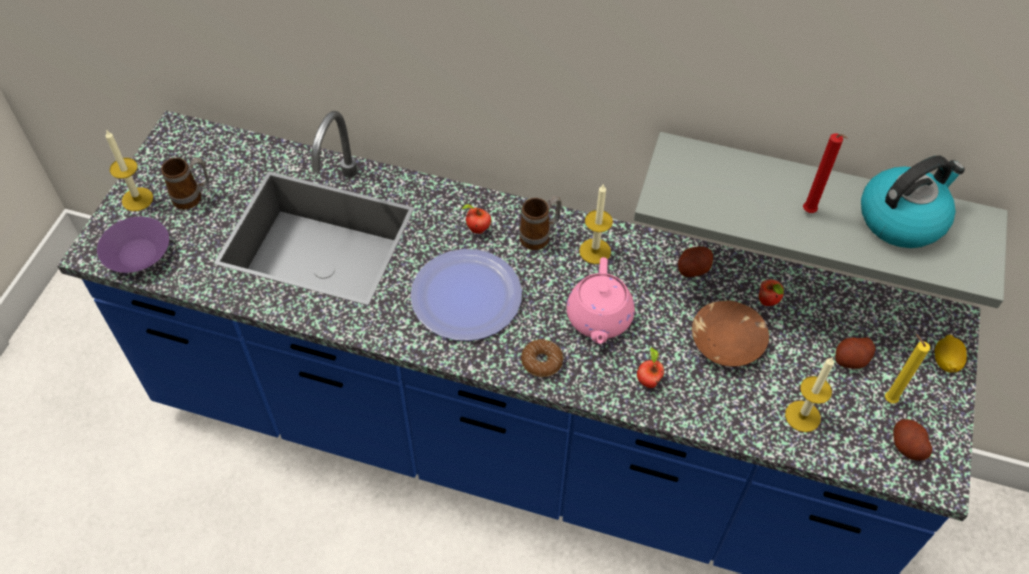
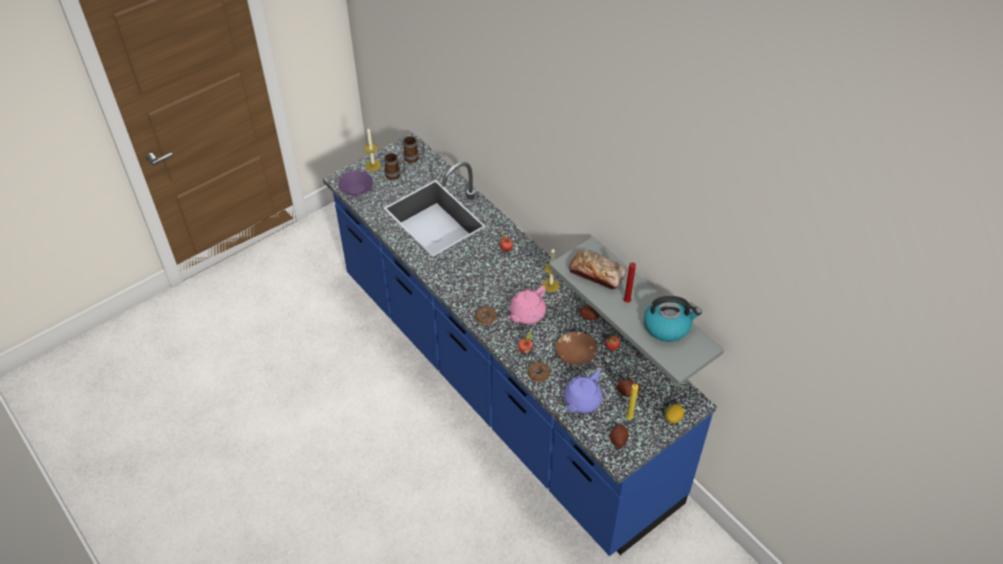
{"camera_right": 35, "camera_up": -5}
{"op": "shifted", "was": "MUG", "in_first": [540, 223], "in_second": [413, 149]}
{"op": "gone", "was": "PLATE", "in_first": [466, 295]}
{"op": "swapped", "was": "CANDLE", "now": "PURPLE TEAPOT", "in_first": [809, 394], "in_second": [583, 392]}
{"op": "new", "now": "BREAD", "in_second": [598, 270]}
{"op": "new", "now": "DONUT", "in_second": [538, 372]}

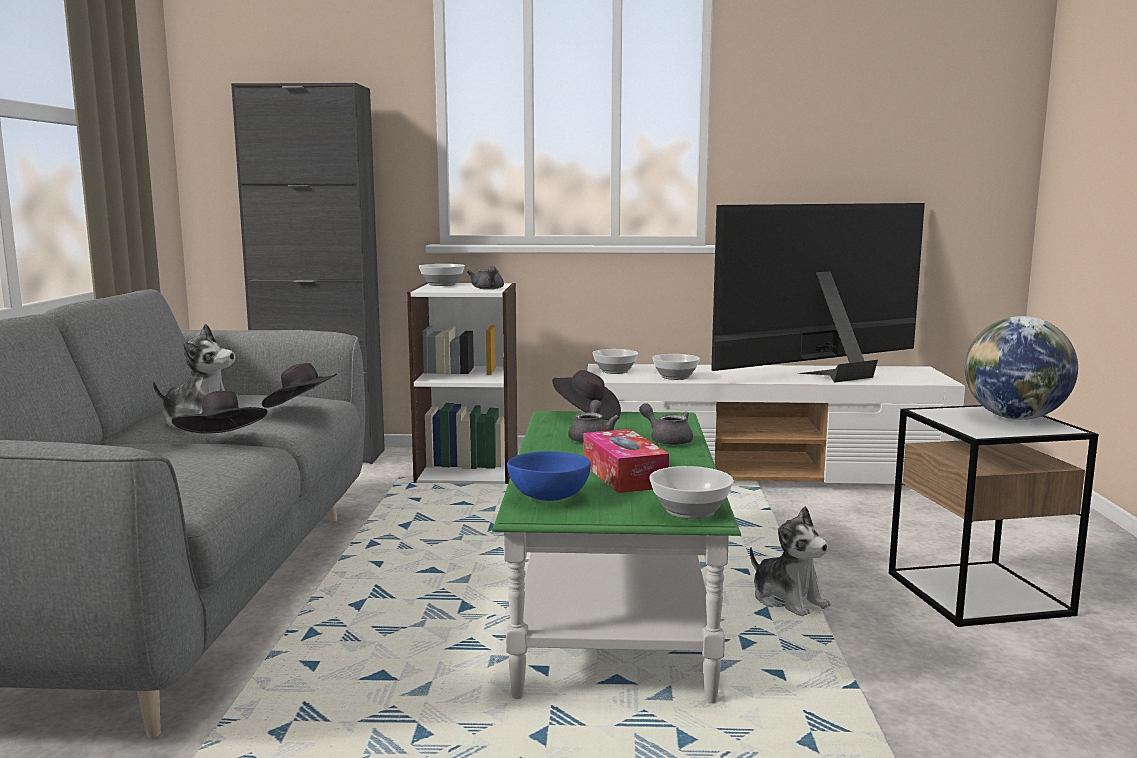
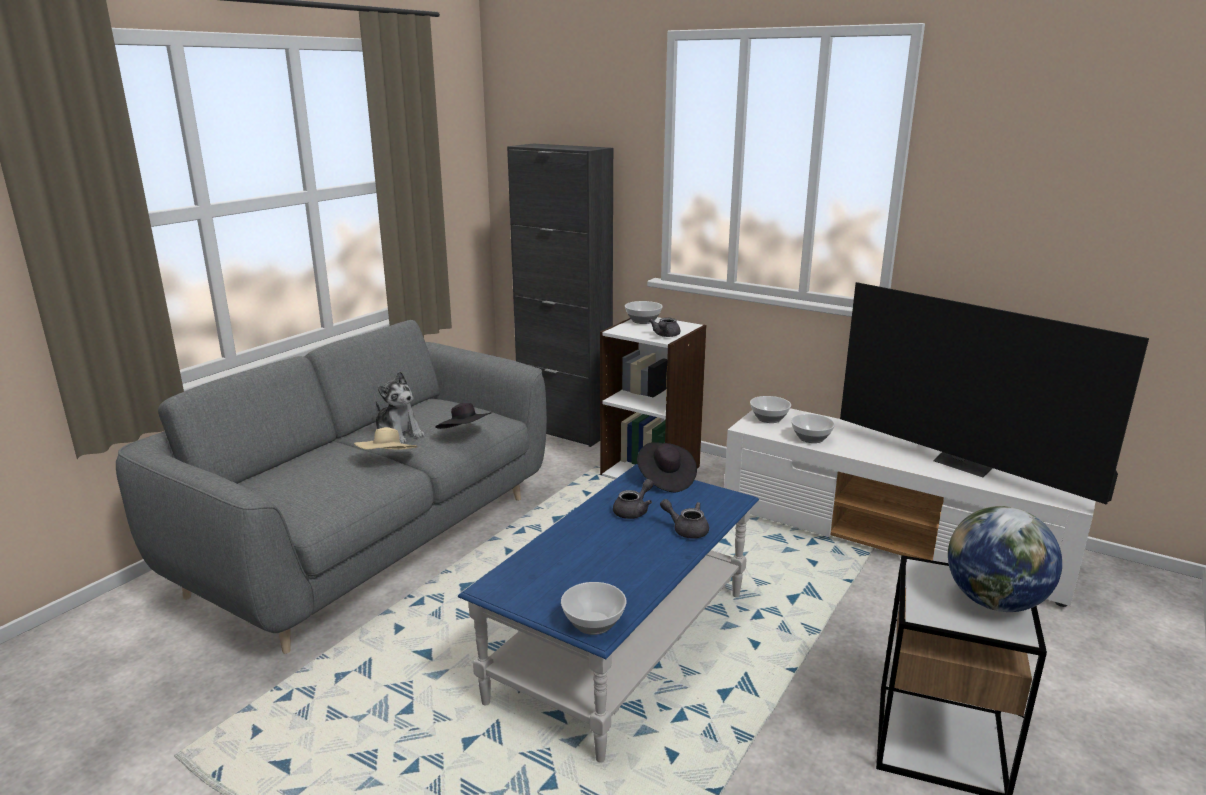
{"camera_right": 30, "camera_up": 10}
{"op": "rotated", "was": "TELEVISION", "in_first": [818, 293], "in_second": [994, 393], "clockwise": -135}
{"op": "repainted", "was": "BLACK HAT", "now": "BEIGE HAT", "in_first": [219, 412], "in_second": [386, 438]}
{"op": "rotated", "was": "GREY TEAPOT", "in_first": [666, 424], "in_second": [684, 518], "clockwise": -45}
{"op": "repainted", "was": "GREEN COFFEE TABLE", "now": "BLUE COFFEE TABLE", "in_first": [616, 557], "in_second": [608, 613]}
{"op": "gone", "was": "TISSUE BOX", "in_first": [626, 461]}
{"op": "gone", "was": "BLUE BOWL", "in_first": [549, 476]}
{"op": "gone", "was": "PLUSH TOY", "in_first": [790, 561]}

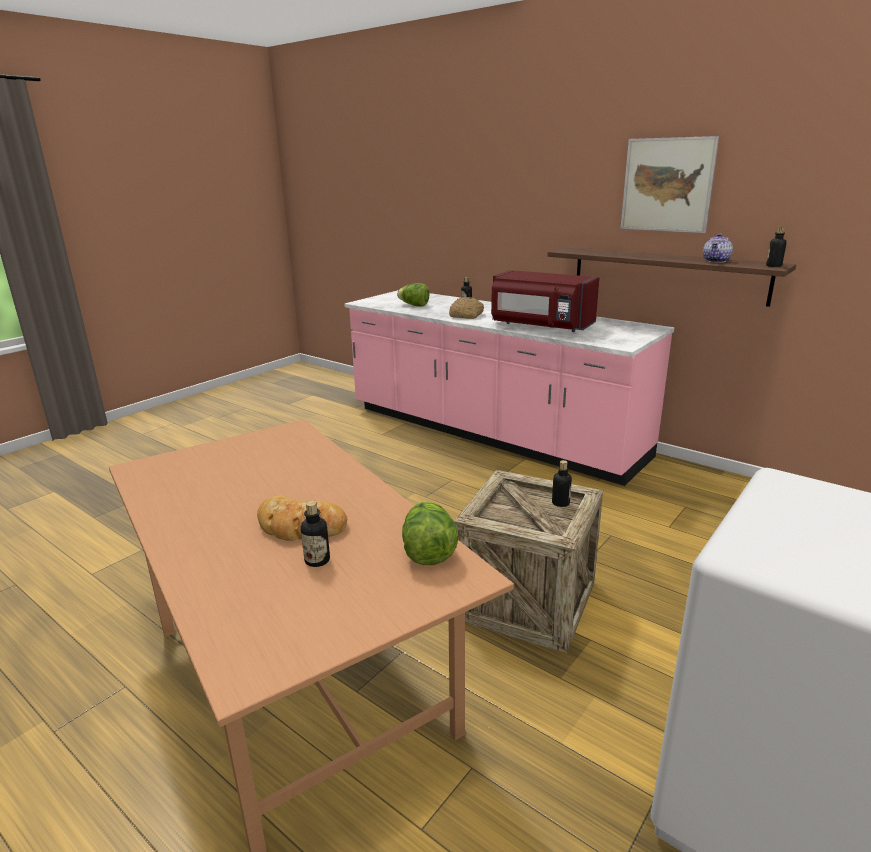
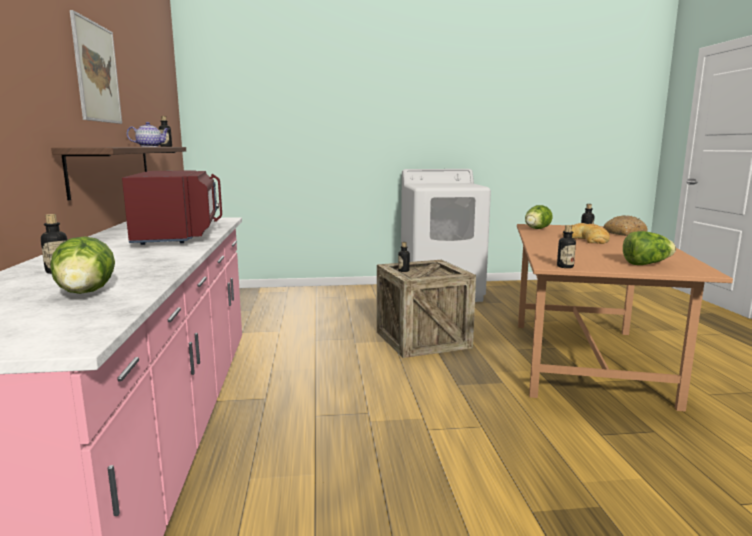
{"camera_right": -135, "camera_up": -10}
{"op": "shifted", "was": "BREAD", "in_first": [466, 308], "in_second": [625, 225]}
{"op": "new", "now": "BOTTLE", "in_second": [566, 246]}
{"op": "new", "now": "LETTUCE", "in_second": [649, 248]}

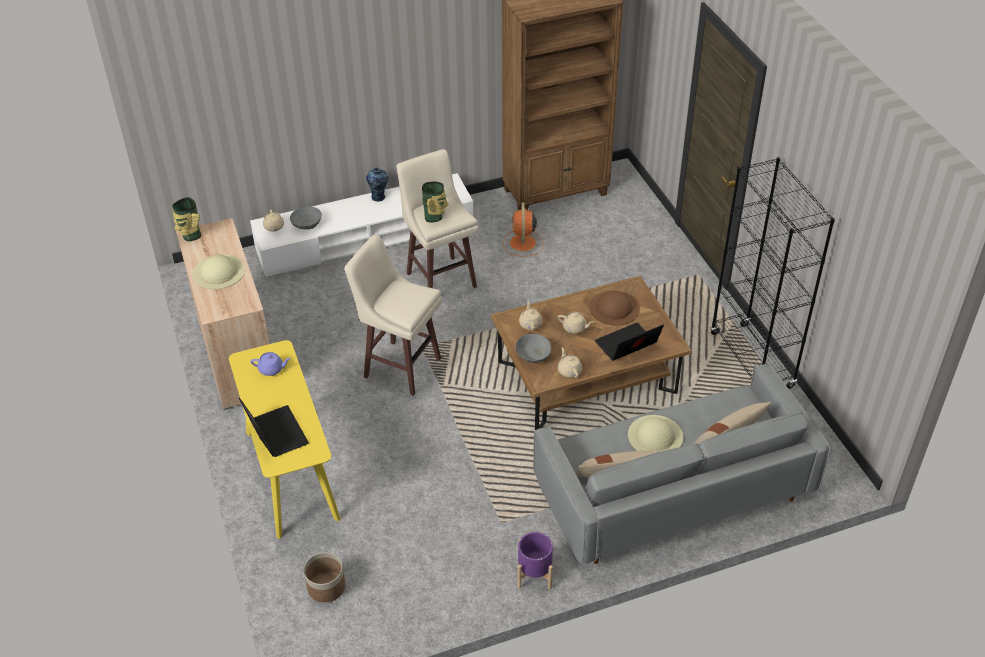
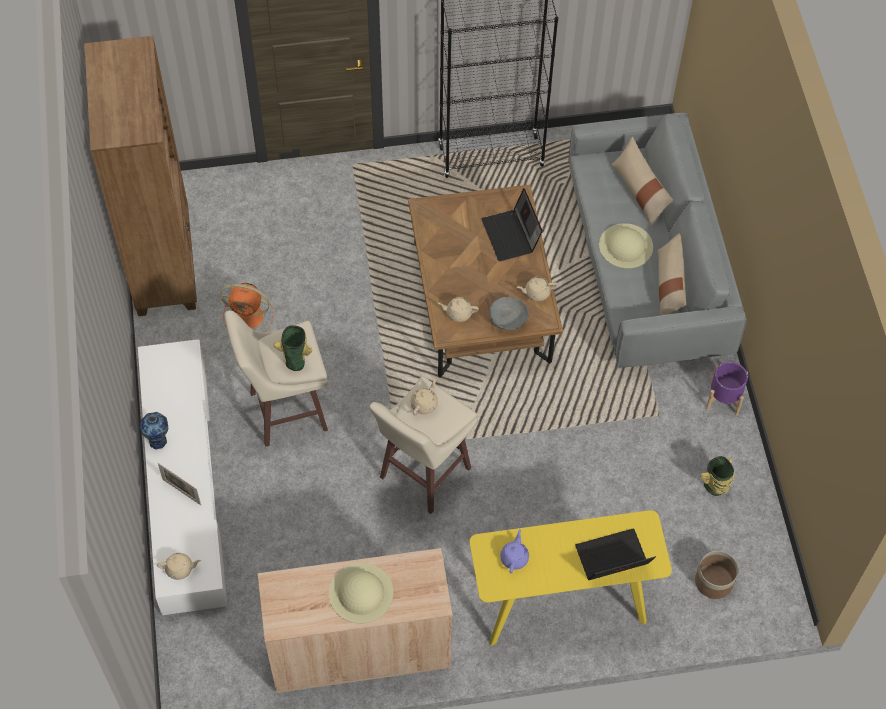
{"camera_right": -80, "camera_up": 15}
{"op": "shifted", "was": "VASE", "in_first": [186, 219], "in_second": [717, 476]}
{"op": "gone", "was": "GREY BOWL", "in_first": [306, 218]}
{"op": "gone", "was": "BROWN HAT", "in_first": [614, 308]}
{"op": "shifted", "was": "BEIGE TEAPOT", "in_first": [576, 323], "in_second": [424, 397]}
{"op": "new", "now": "PICTURE FRAME", "in_second": [179, 484]}

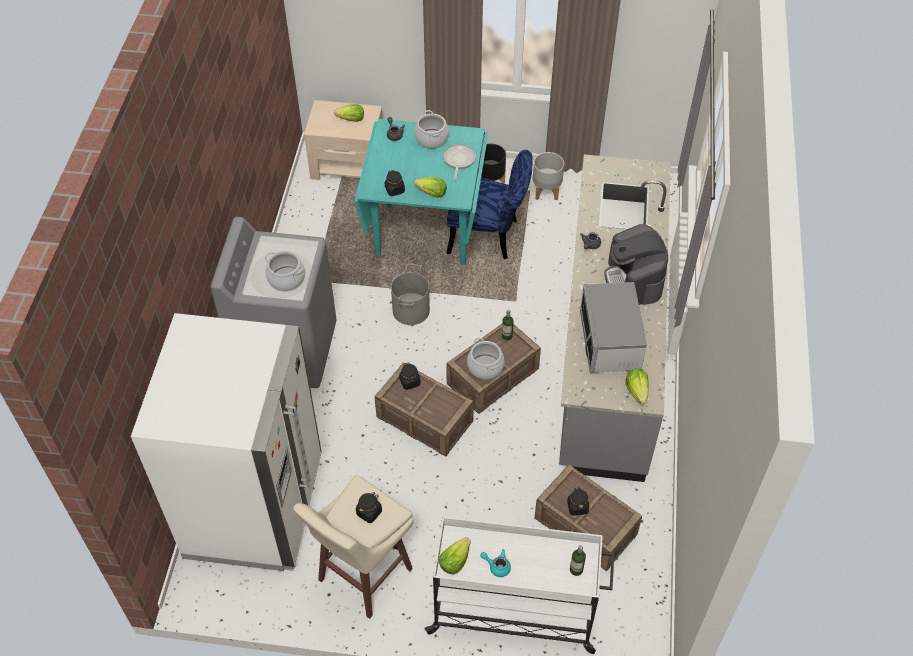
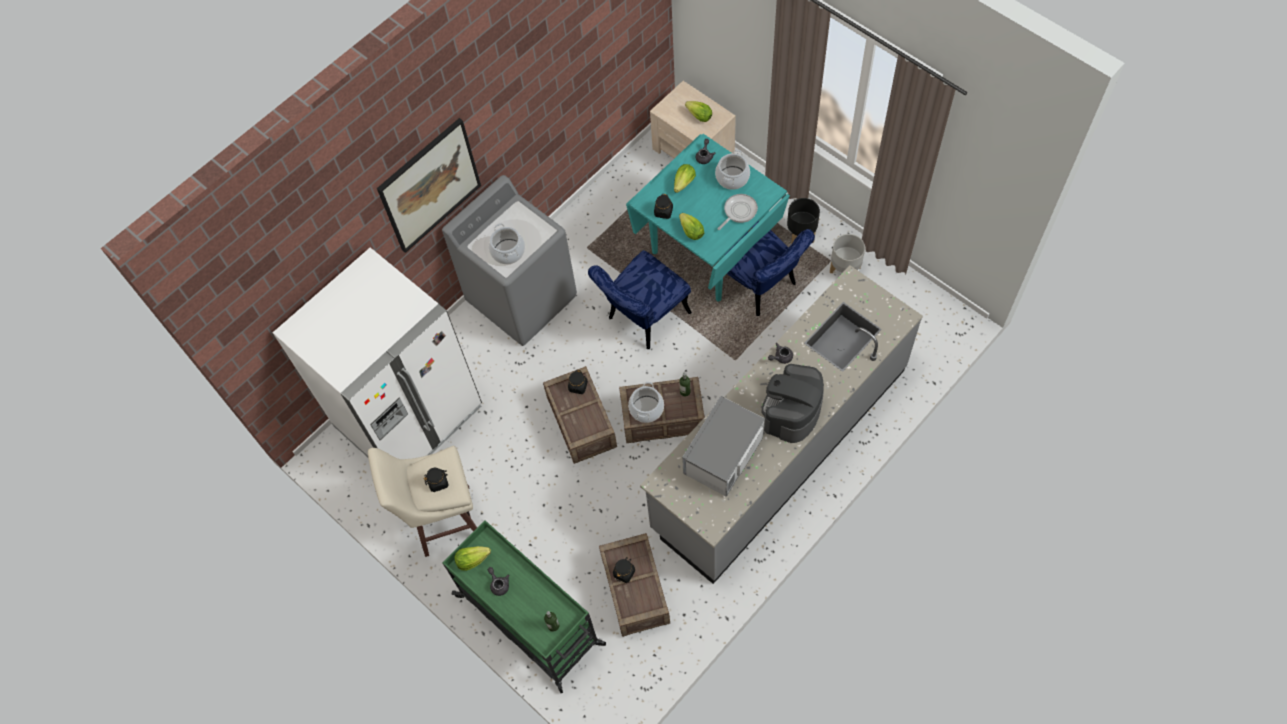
{"camera_right": 40, "camera_up": 10}
{"op": "swapped", "was": "GREY BUCKET", "now": "BLUE CHAIR", "in_first": [410, 294], "in_second": [640, 299]}
{"op": "shifted", "was": "LETTUCE", "in_first": [637, 386], "in_second": [685, 178]}
{"op": "repainted", "was": "WHITE CART", "now": "GREEN CART", "in_first": [519, 585], "in_second": [524, 606]}
{"op": "repainted", "was": "TURQUOISE TEAPOT", "now": "GREY TEAPOT", "in_first": [495, 563], "in_second": [498, 581]}
{"op": "new", "now": "PICTURE", "in_second": [429, 185]}

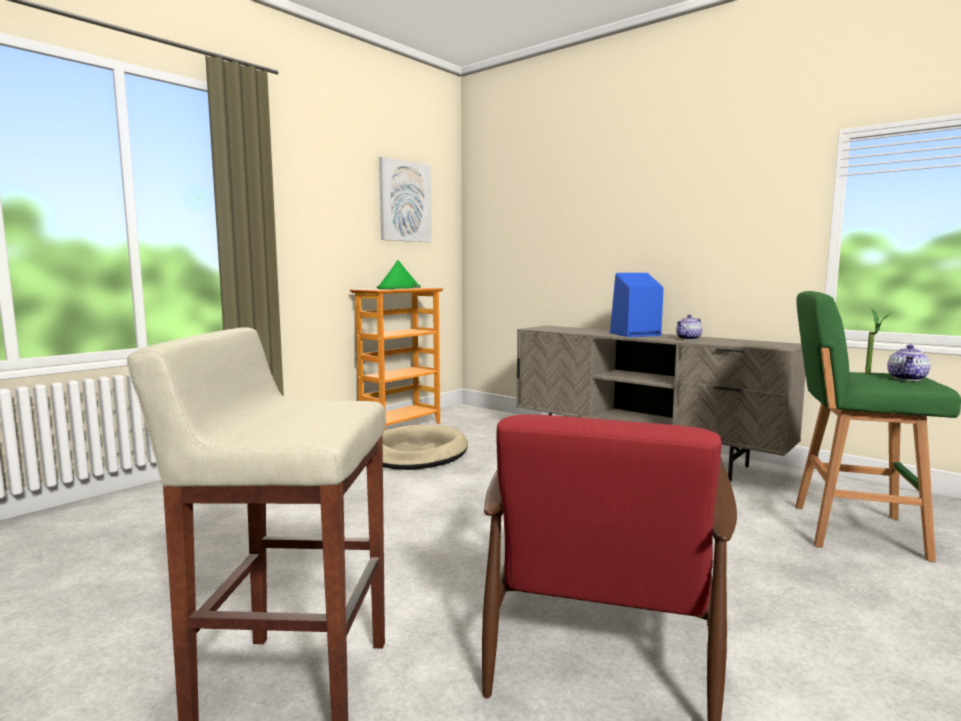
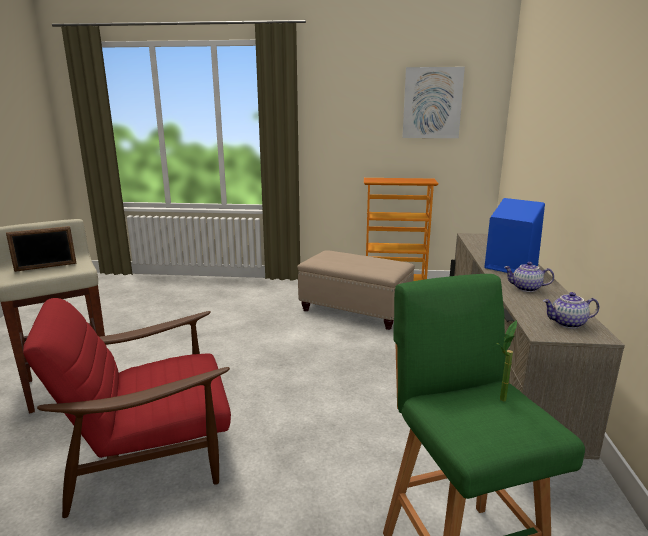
{"camera_right": 55, "camera_up": 10}
{"op": "gone", "was": "GREEN HAT", "in_first": [398, 274]}
{"op": "shifted", "was": "TEAPOT", "in_first": [908, 363], "in_second": [571, 310]}
{"op": "swapped", "was": "BEIGE DOG BED", "now": "BEIGE OTTOMAN", "in_first": [425, 447], "in_second": [356, 290]}
{"op": "new", "now": "PICTURE FRAME", "in_second": [41, 249]}

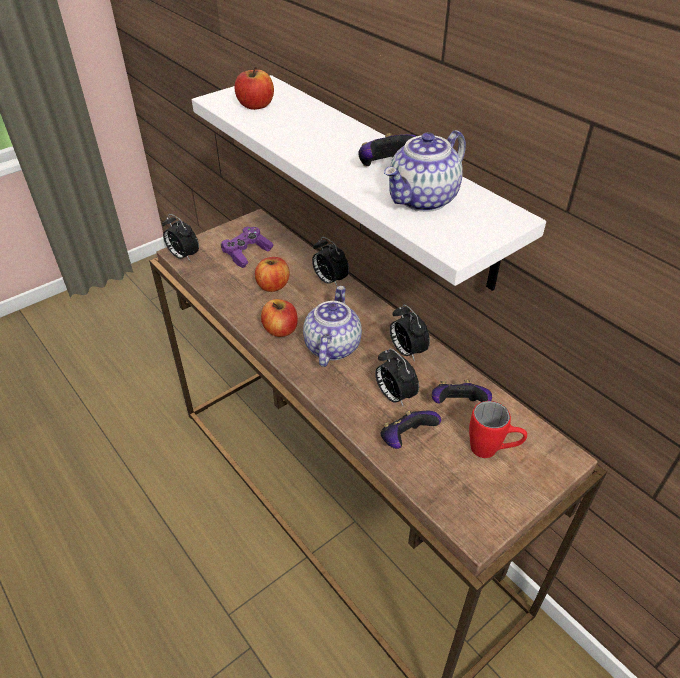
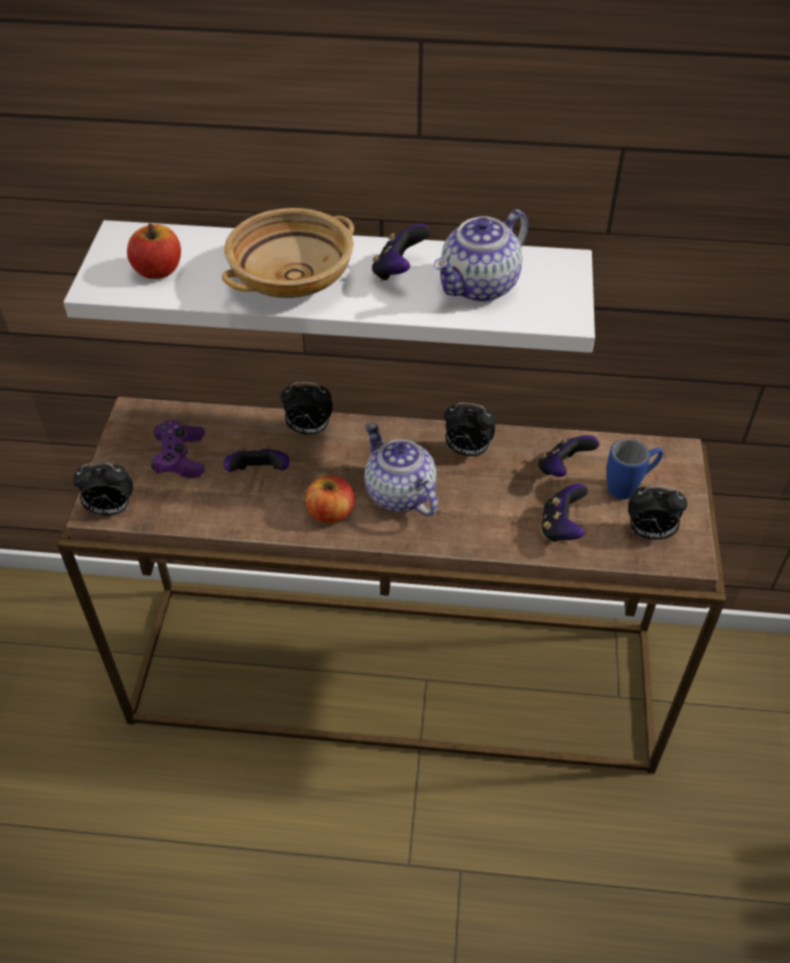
{"camera_right": -45, "camera_up": 5}
{"op": "rotated", "was": "TEAPOT", "in_first": [425, 171], "in_second": [480, 255], "clockwise": 45}
{"op": "swapped", "was": "APPLE", "now": "GAME CONTROLLER", "in_first": [272, 274], "in_second": [256, 458]}
{"op": "shifted", "was": "ALARM CLOCK", "in_first": [397, 377], "in_second": [657, 513]}
{"op": "repainted", "was": "RED MUG", "now": "BLUE MUG", "in_first": [498, 429], "in_second": [635, 469]}
{"op": "new", "now": "BEIGE BOWL", "in_second": [288, 253]}

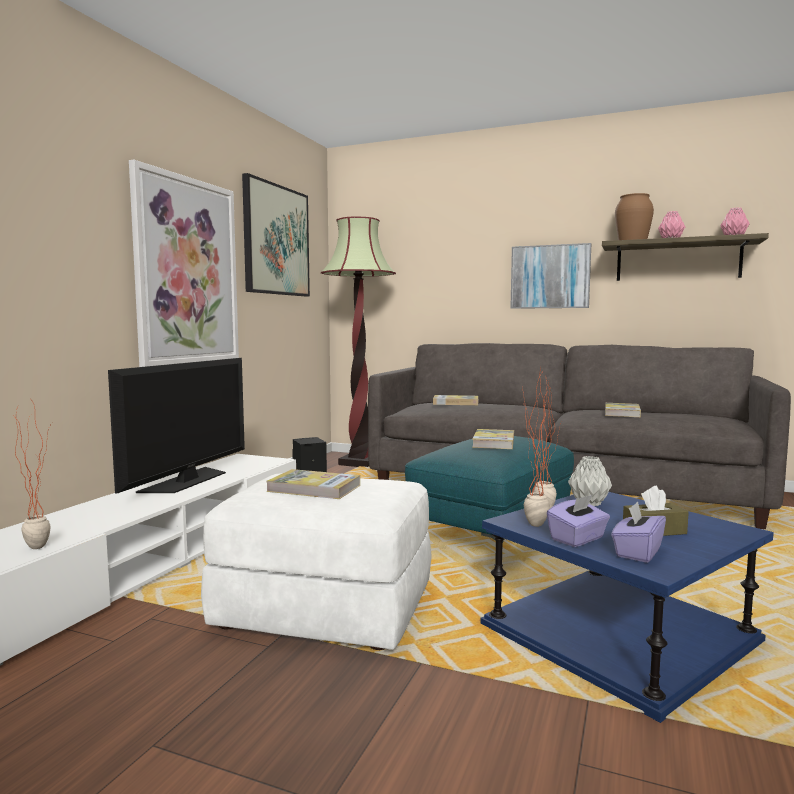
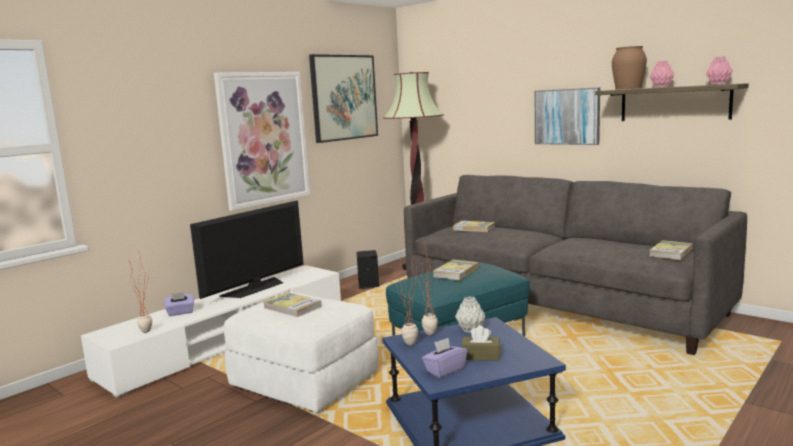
{"camera_right": 20, "camera_up": 5}
{"op": "shifted", "was": "BOOK", "in_first": [623, 410], "in_second": [671, 250]}
{"op": "shifted", "was": "PURPLE TISSUE BOX", "in_first": [578, 521], "in_second": [179, 304]}

